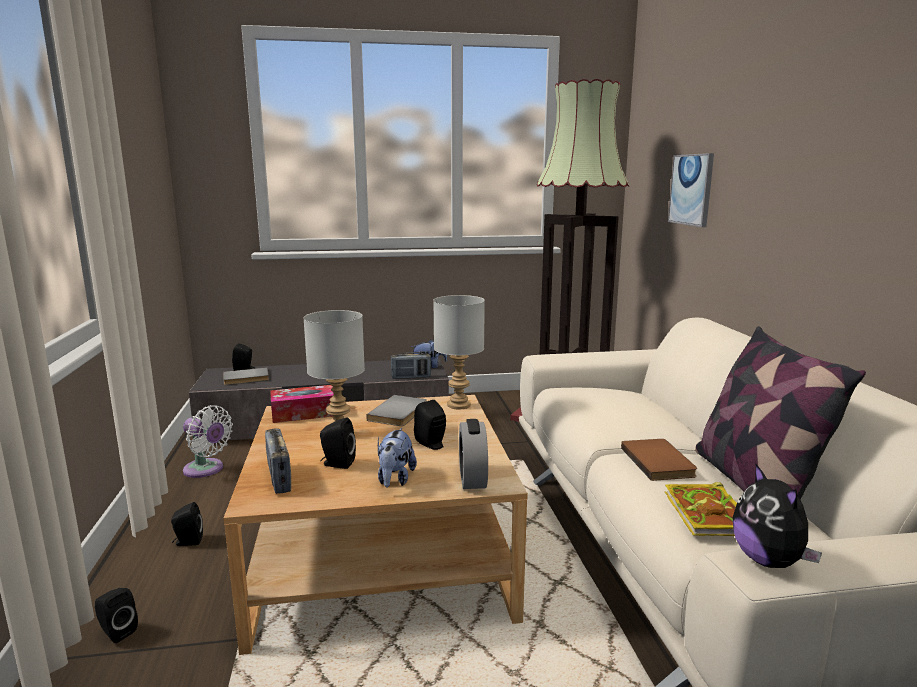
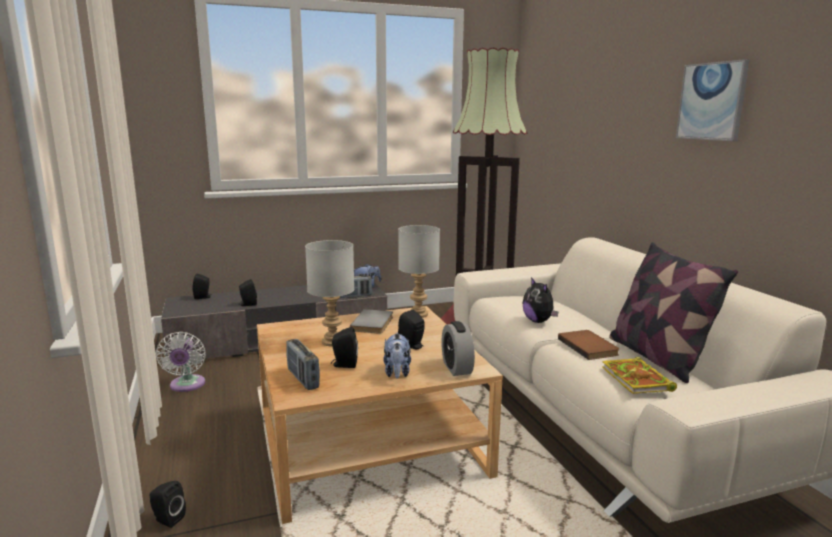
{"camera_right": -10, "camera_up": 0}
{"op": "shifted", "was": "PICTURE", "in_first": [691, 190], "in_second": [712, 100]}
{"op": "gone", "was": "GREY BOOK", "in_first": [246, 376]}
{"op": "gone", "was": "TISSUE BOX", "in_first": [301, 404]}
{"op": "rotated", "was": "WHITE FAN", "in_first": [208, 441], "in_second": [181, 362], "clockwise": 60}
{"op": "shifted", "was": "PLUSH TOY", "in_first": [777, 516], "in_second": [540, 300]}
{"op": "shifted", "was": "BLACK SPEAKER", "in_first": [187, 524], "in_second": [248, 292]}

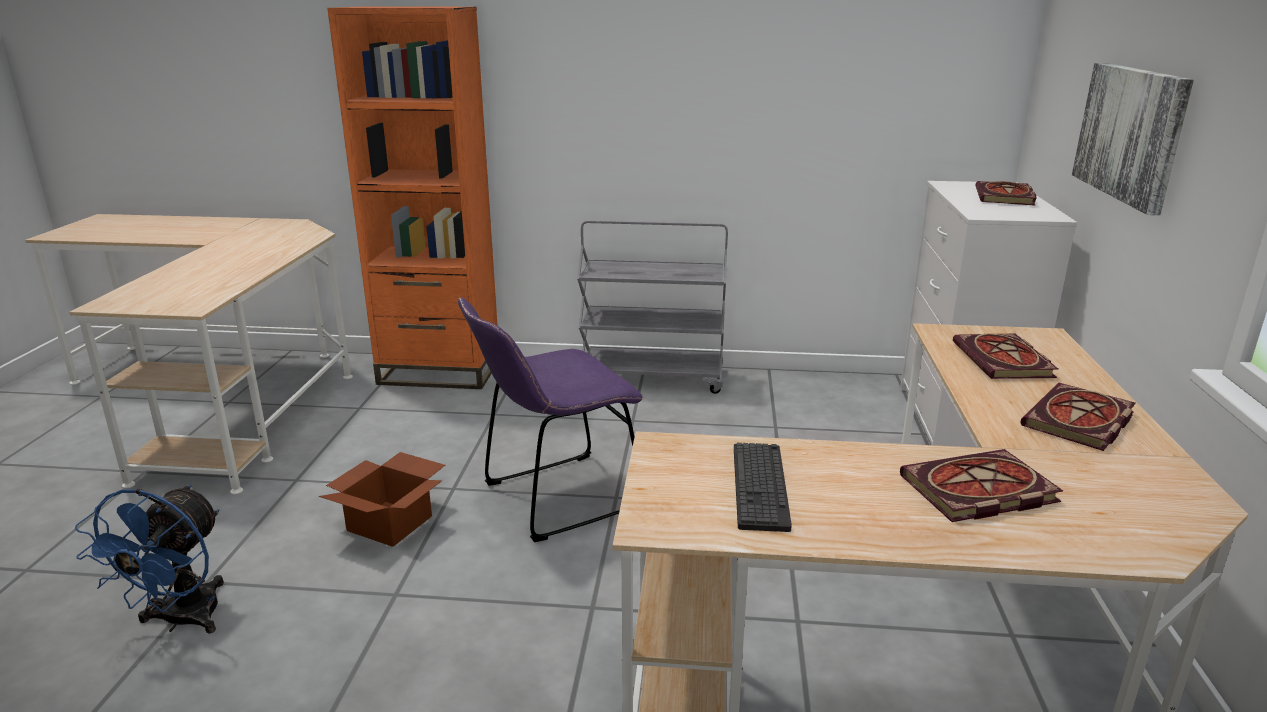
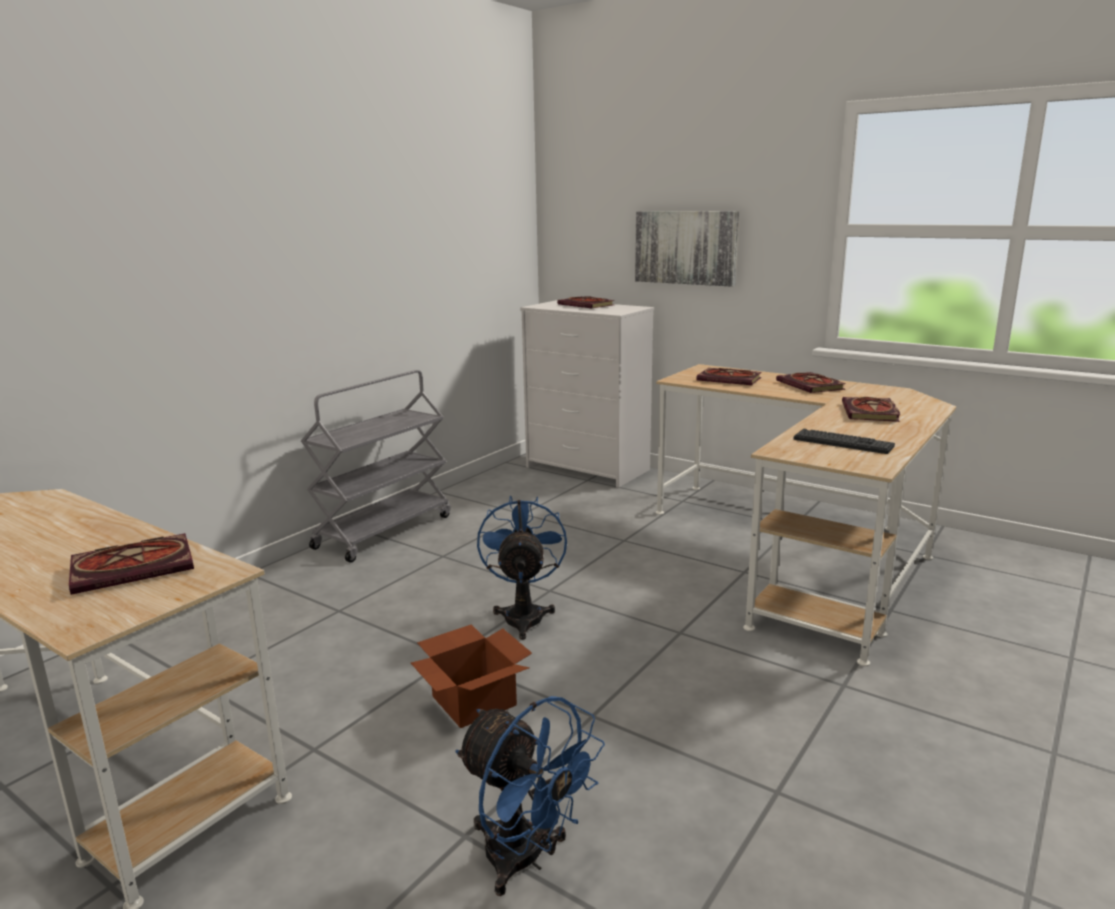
{"camera_right": -60, "camera_up": -5}
{"op": "gone", "was": "ORANGE BOOKCASE", "in_first": [412, 197]}
{"op": "swapped", "was": "PURPLE CHAIR", "now": "BLUE FAN", "in_first": [550, 419], "in_second": [522, 568]}
{"op": "new", "now": "BOOK", "in_second": [131, 564]}

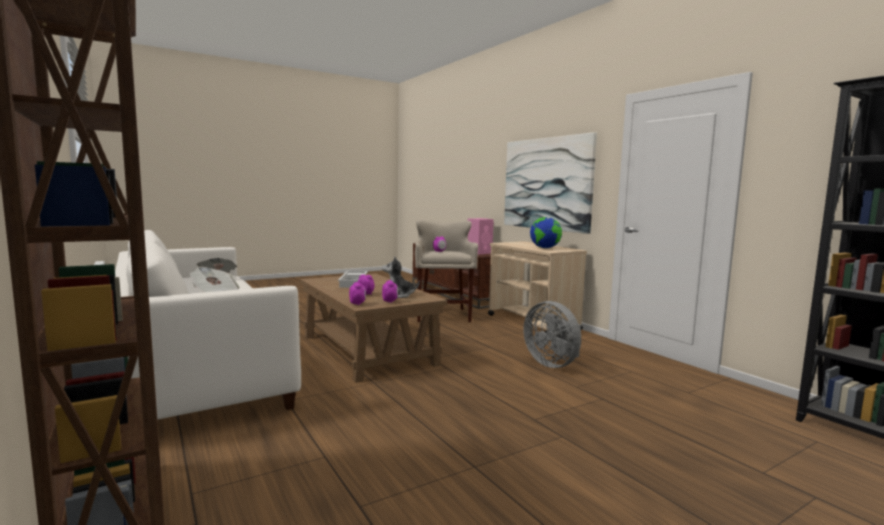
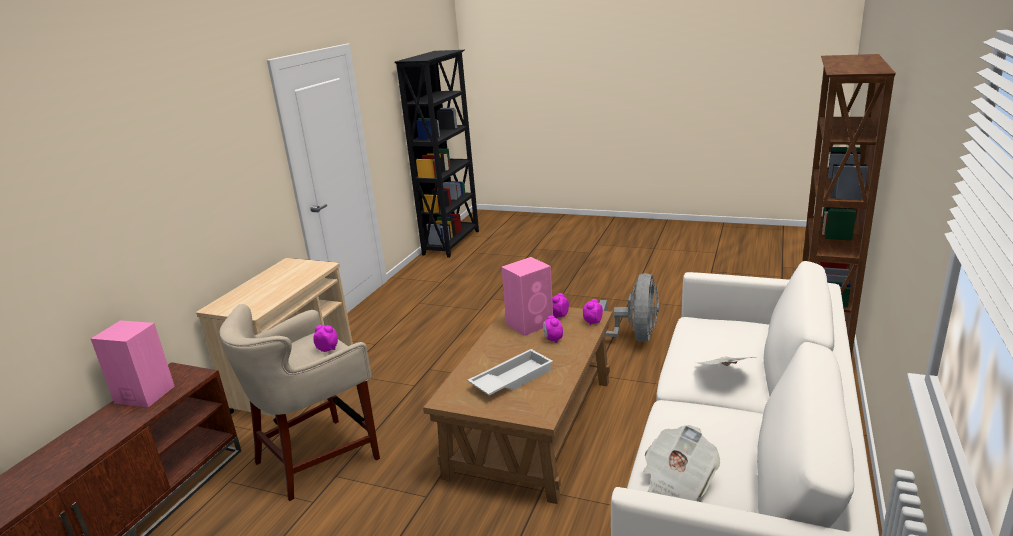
{"camera_right": -125, "camera_up": 15}
{"op": "gone", "was": "PICTURE", "in_first": [550, 183]}
{"op": "gone", "was": "GLOBE", "in_first": [546, 232]}
{"op": "swapped", "was": "PLUSH TOY", "now": "PINK SPEAKER", "in_first": [401, 277], "in_second": [527, 296]}
{"op": "shifted", "was": "GREY FAN", "in_first": [552, 334], "in_second": [629, 307]}

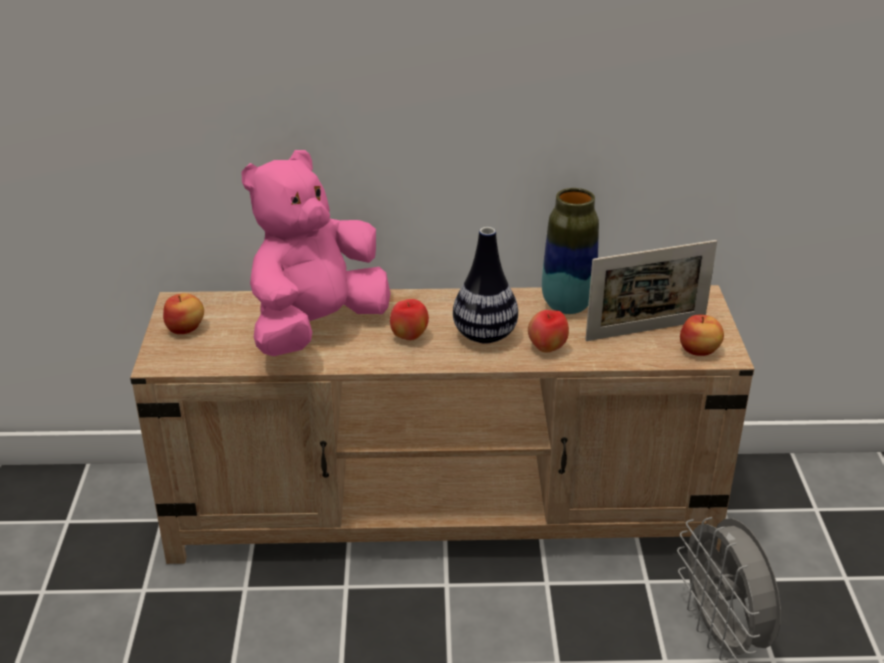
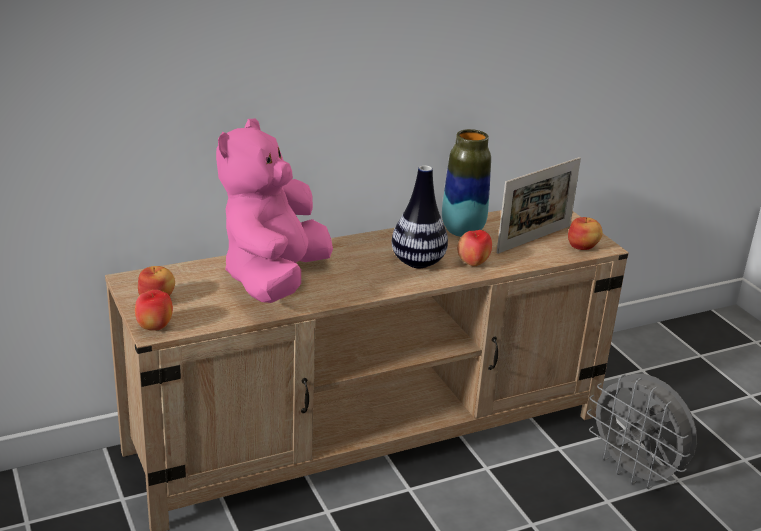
{"camera_right": -25, "camera_up": -5}
{"op": "shifted", "was": "APPLE", "in_first": [409, 319], "in_second": [154, 310]}

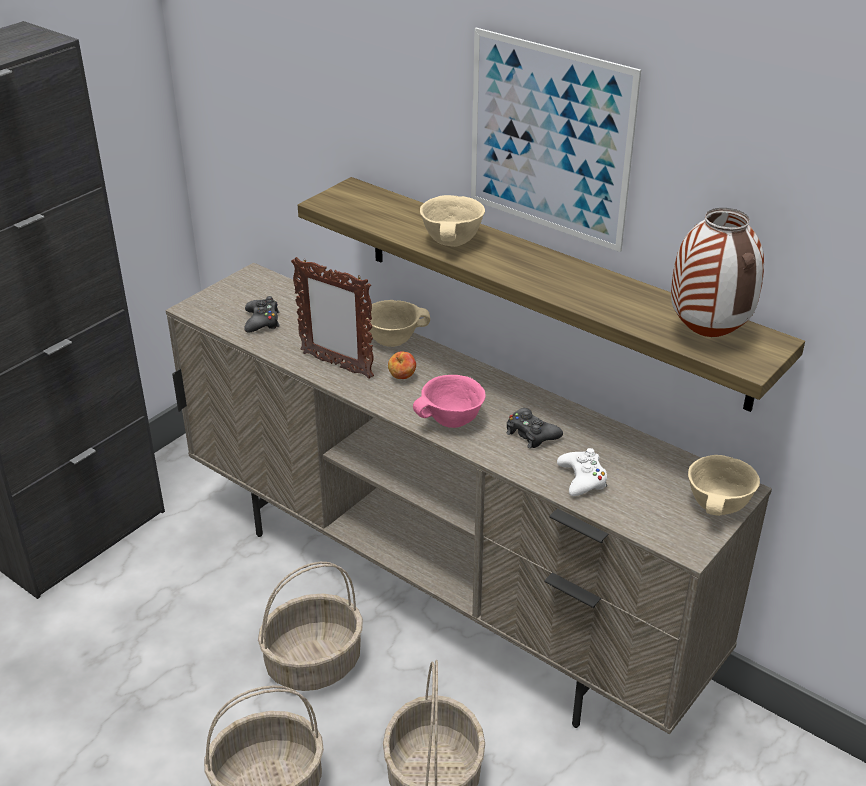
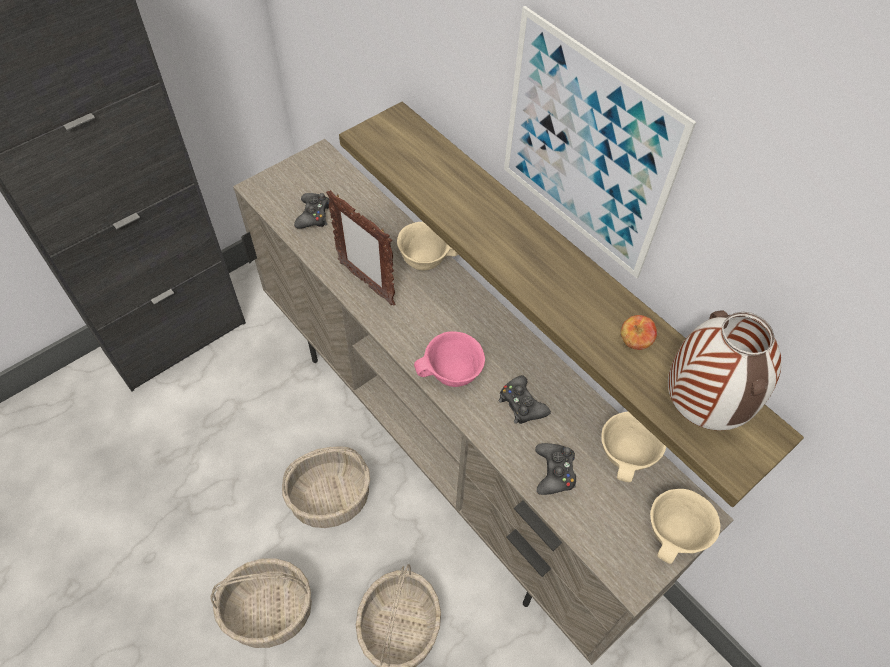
{"camera_right": 10, "camera_up": 20}
{"op": "shifted", "was": "BEIGE BOWL", "in_first": [452, 221], "in_second": [633, 447]}
{"op": "shifted", "was": "APPLE", "in_first": [402, 365], "in_second": [639, 332]}
{"op": "repainted", "was": "WHITE GAME CONTROLLER", "now": "BLACK GAME CONTROLLER", "in_first": [582, 472], "in_second": [555, 469]}

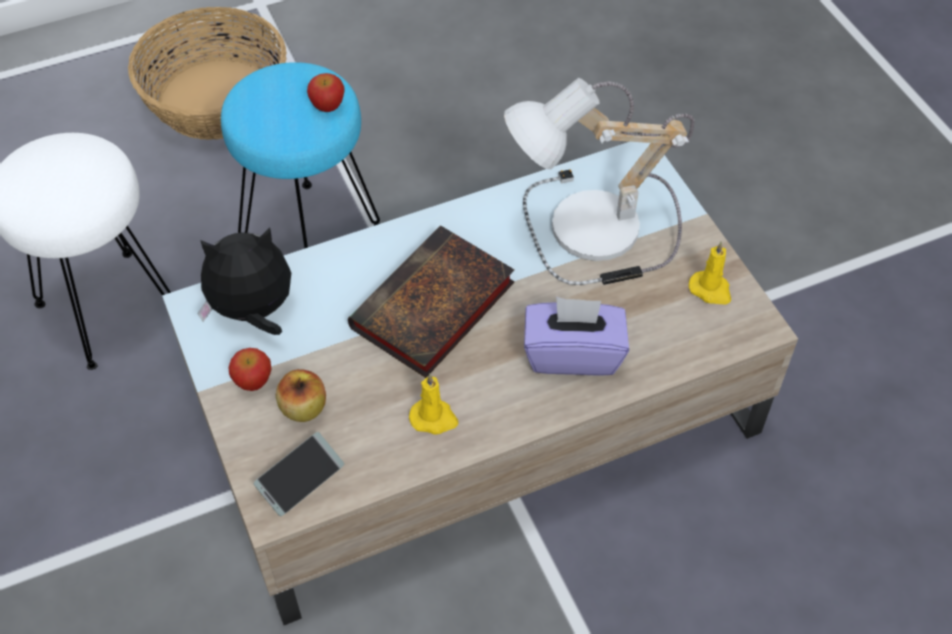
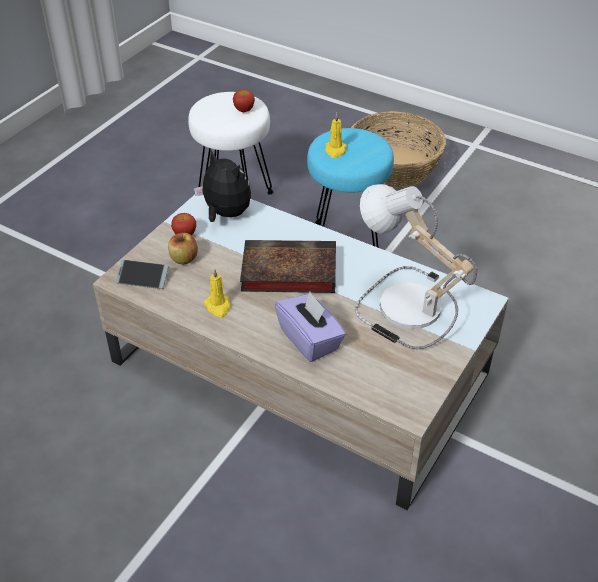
{"camera_right": 55, "camera_up": -10}
{"op": "shifted", "was": "APPLE", "in_first": [326, 92], "in_second": [244, 100]}
{"op": "shifted", "was": "YELLOW CANDLE", "in_first": [710, 272], "in_second": [336, 135]}

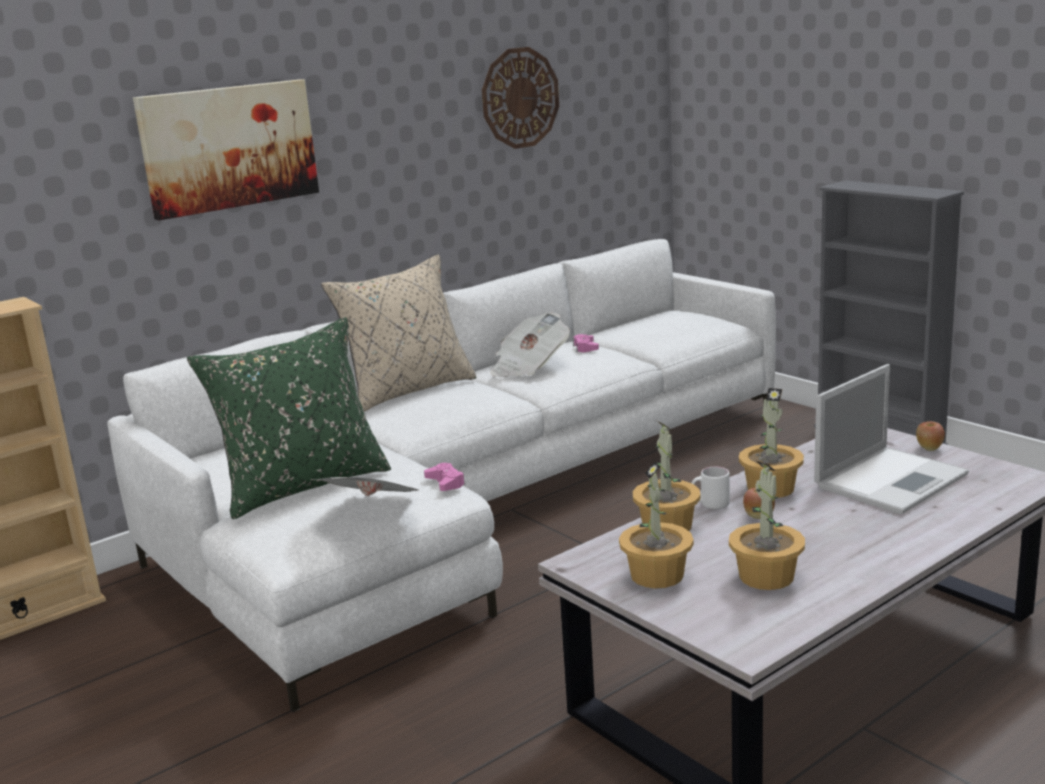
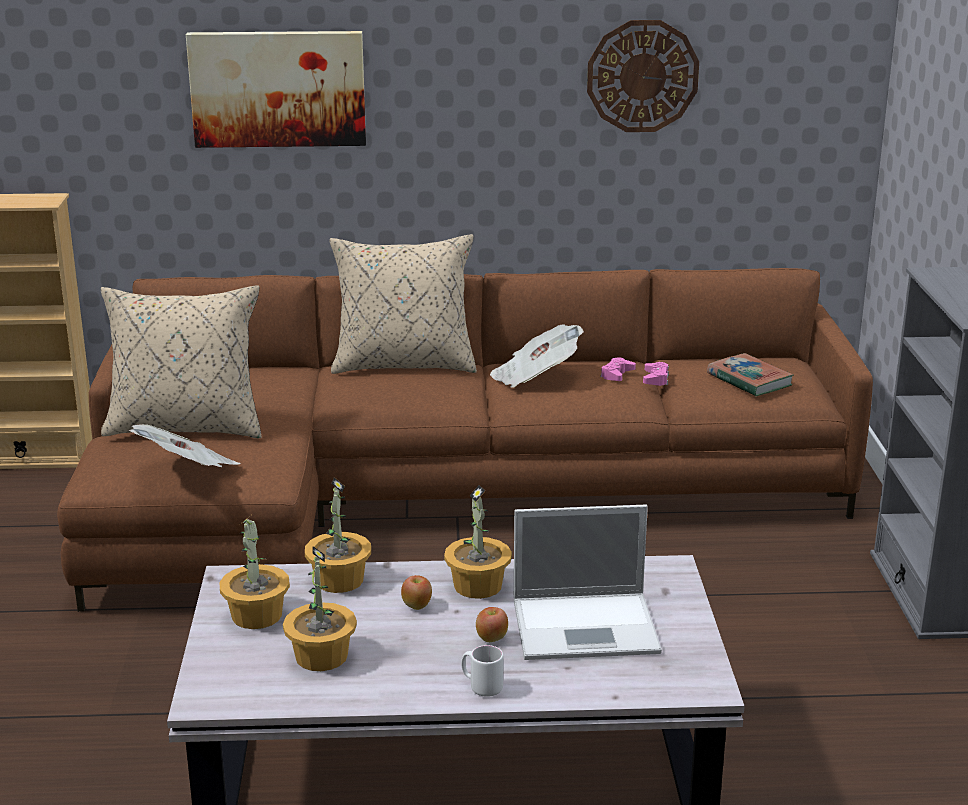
{"camera_right": 35, "camera_up": 5}
{"op": "repainted", "was": "WHITE SOFA", "now": "BROWN SOFA", "in_first": [441, 475], "in_second": [465, 440]}
{"op": "repainted", "was": "GREEN PILLOW", "now": "BEIGE PILLOW", "in_first": [289, 418], "in_second": [181, 361]}
{"op": "shifted", "was": "APPLE", "in_first": [930, 436], "in_second": [492, 624]}
{"op": "shifted", "was": "PINK GAME CONTROLLER", "in_first": [444, 477], "in_second": [656, 374]}
{"op": "shifted", "was": "WHITE MUG", "in_first": [711, 488], "in_second": [482, 671]}
{"op": "new", "now": "BOOK", "in_second": [750, 375]}

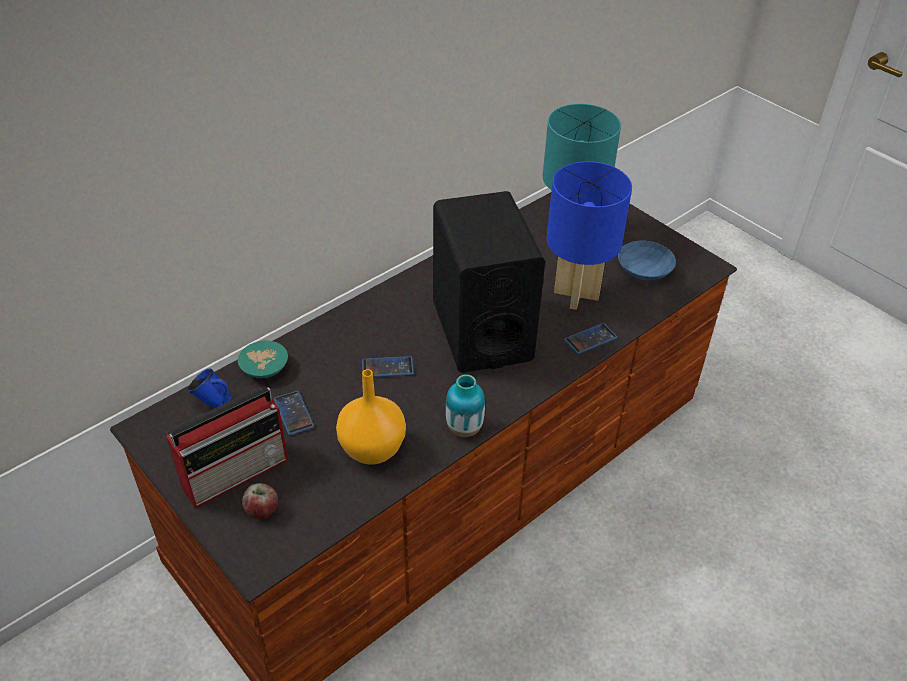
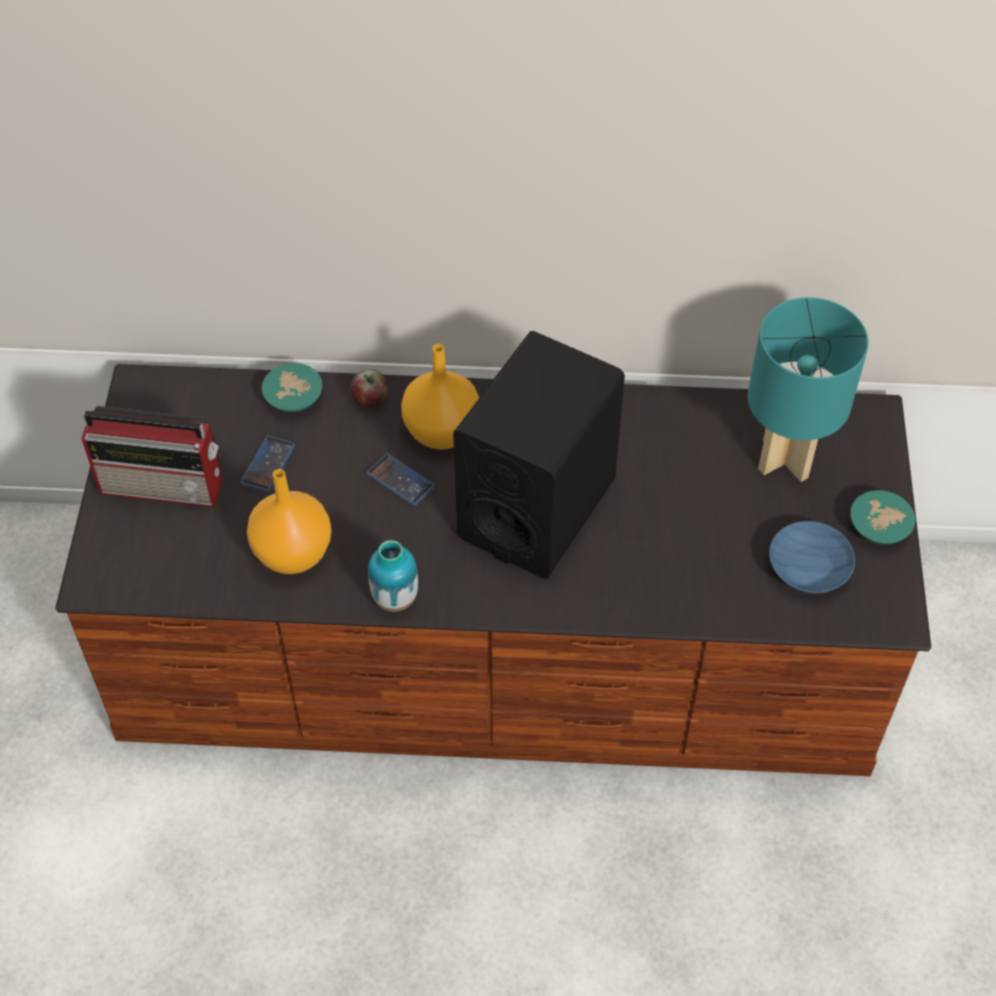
{"camera_right": 45, "camera_up": 10}
{"op": "gone", "was": "BLUE TABLE LAMP", "in_first": [589, 235]}
{"op": "gone", "was": "PHONE", "in_first": [590, 338]}
{"op": "gone", "was": "BLUE MUG", "in_first": [210, 388]}
{"op": "shifted", "was": "APPLE", "in_first": [260, 501], "in_second": [369, 388]}
{"op": "new", "now": "ORANGE VASE", "in_second": [440, 397]}
{"op": "new", "now": "TURQUOISE BOWL", "in_second": [882, 517]}

